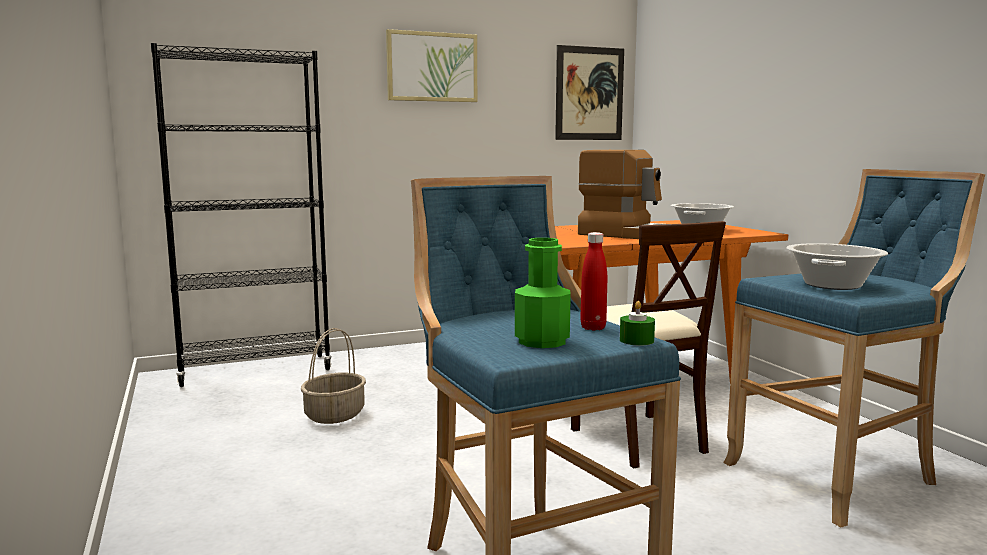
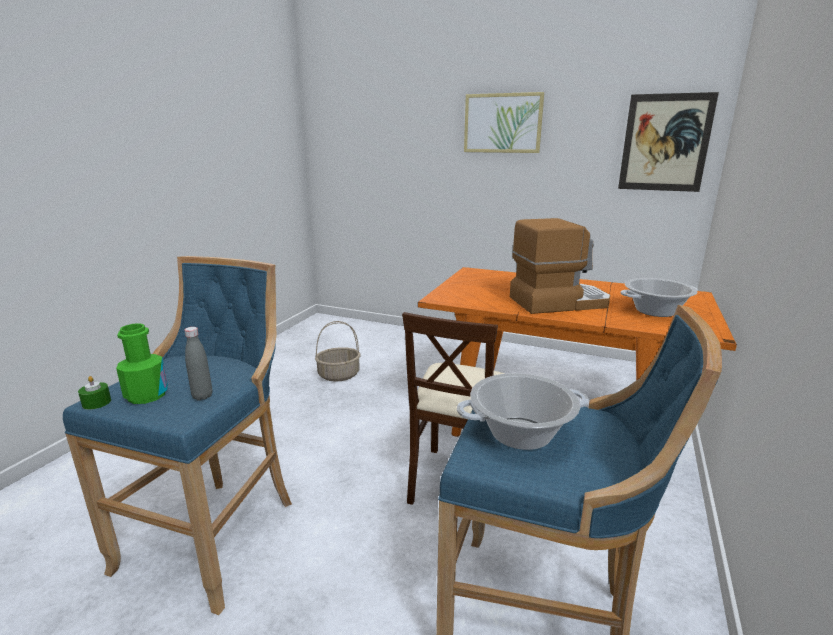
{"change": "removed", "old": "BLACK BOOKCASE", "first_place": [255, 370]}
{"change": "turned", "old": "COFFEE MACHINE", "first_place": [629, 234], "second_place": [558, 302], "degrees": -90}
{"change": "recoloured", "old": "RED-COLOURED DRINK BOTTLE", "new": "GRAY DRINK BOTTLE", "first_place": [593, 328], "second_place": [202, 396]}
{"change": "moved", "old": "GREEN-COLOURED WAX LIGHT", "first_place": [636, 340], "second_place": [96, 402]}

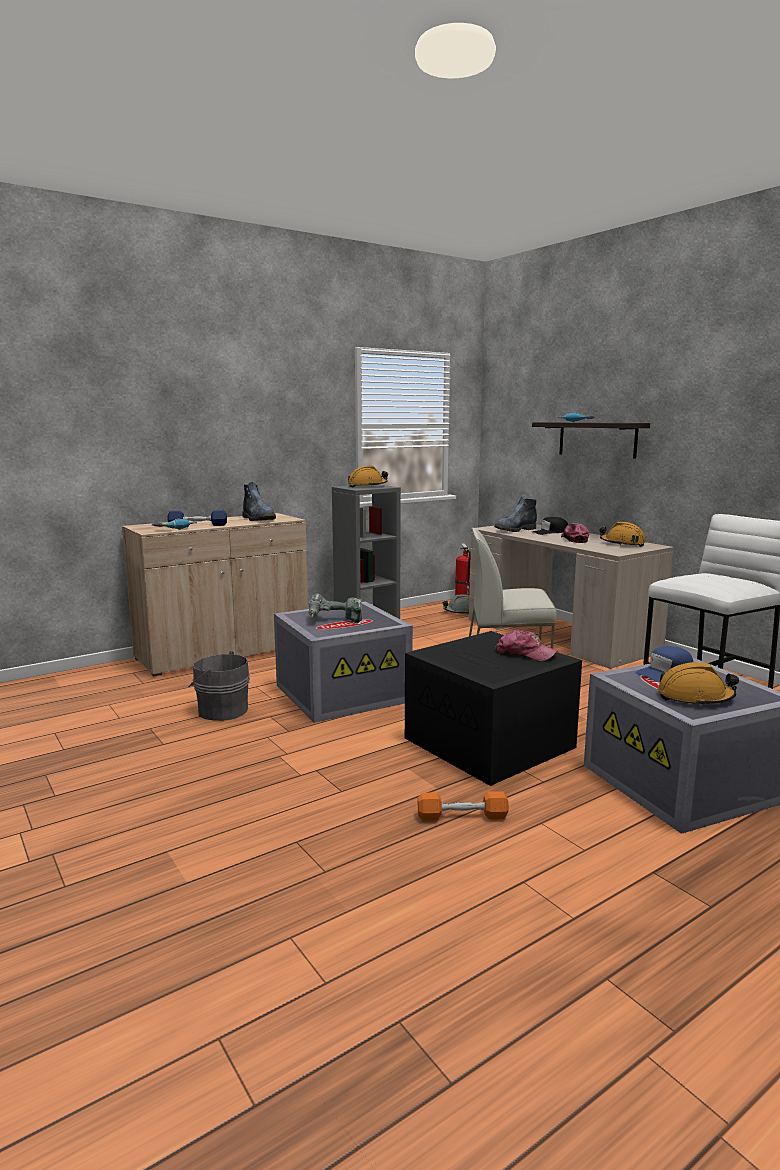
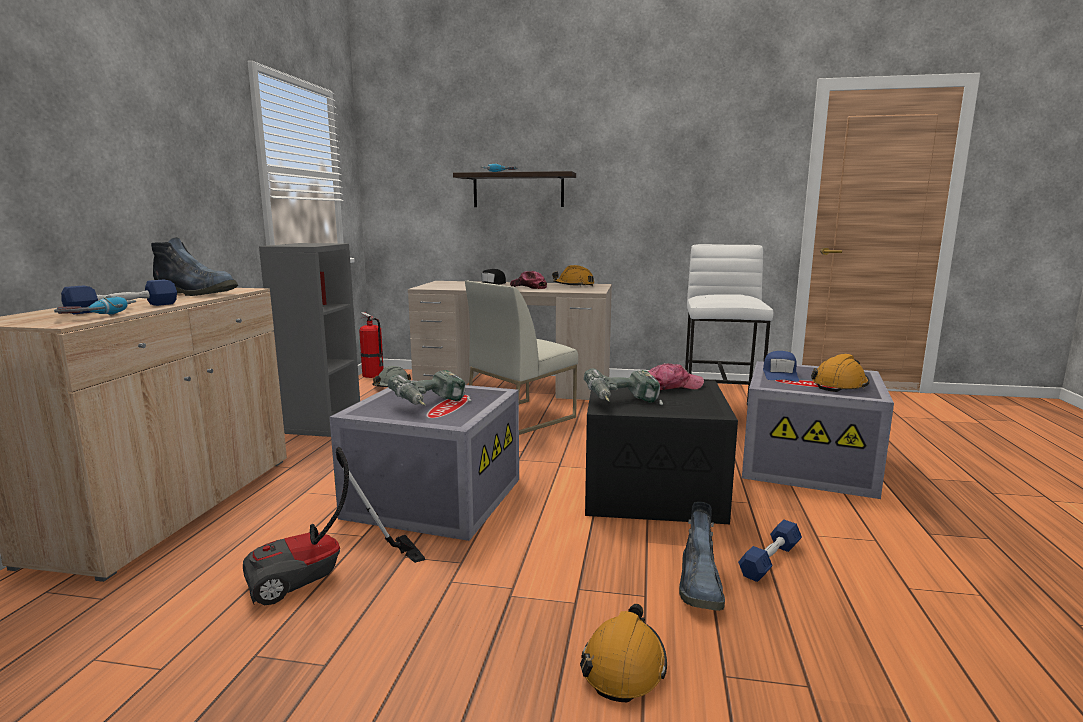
{"change": "replaced", "old": "GRAY PAIL", "new": "VACUUM", "first_place": [221, 710], "second_place": [322, 579]}
{"change": "moved", "old": "ORANGE WORK HELMET", "first_place": [367, 486], "second_place": [624, 665]}
{"change": "recoloured", "old": "ORANGE HAND WEIGHT", "new": "BLUE HAND WEIGHT", "first_place": [462, 816], "second_place": [770, 560]}
{"change": "moved", "old": "BOOT", "first_place": [514, 530], "second_place": [701, 586]}
{"change": "added", "new": "ELECTRIC DRILL", "second_place": [623, 403]}

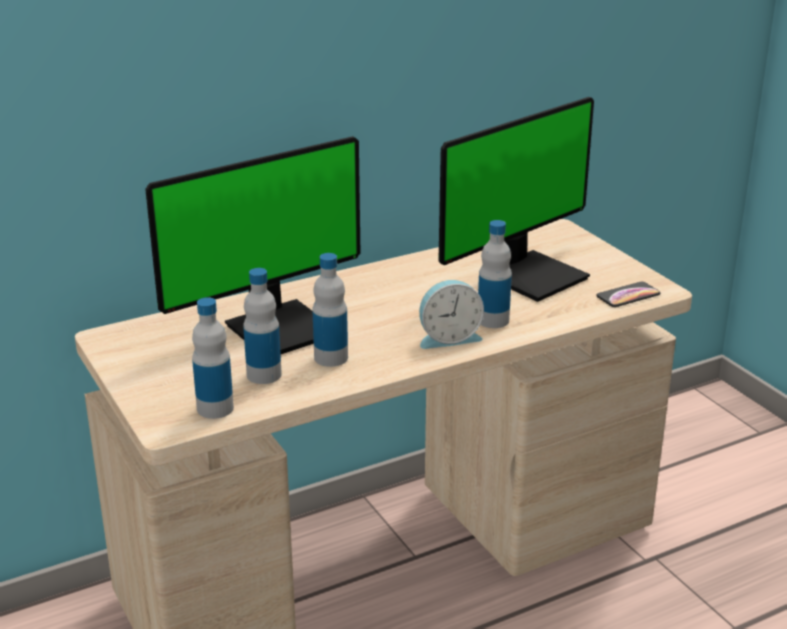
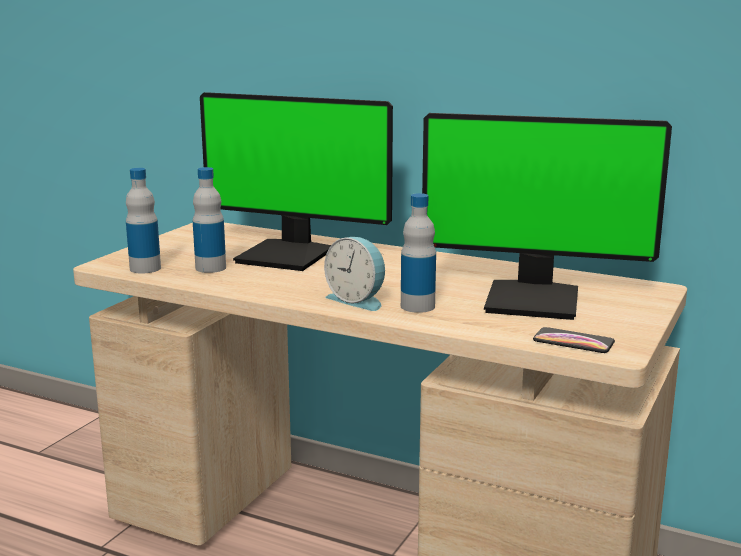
{"change": "removed", "old": "DRINK BOTTLE", "first_place": [331, 358]}

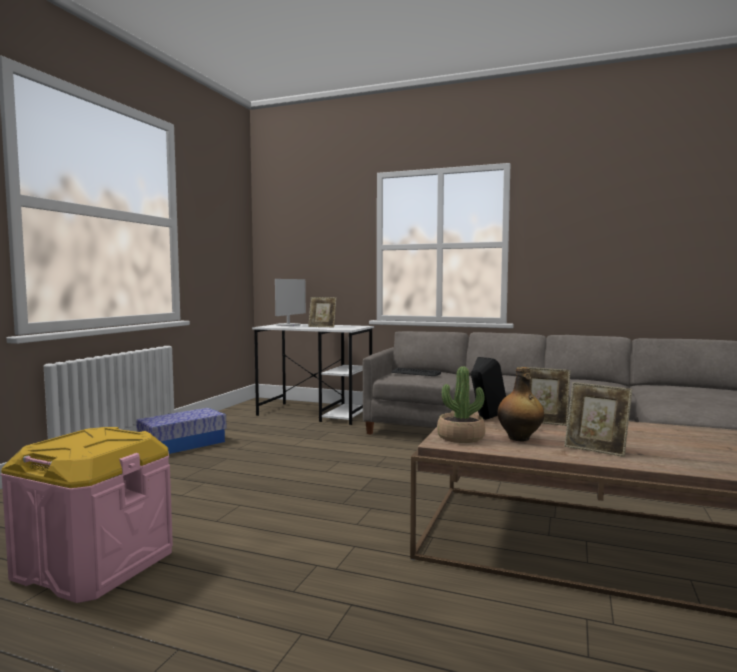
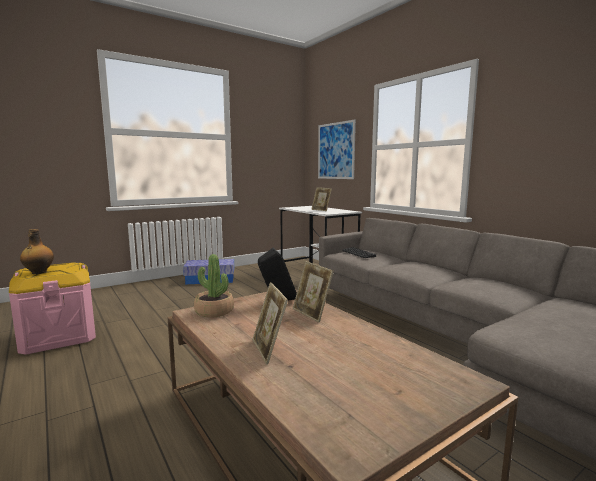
{"change": "removed", "old": "COMPUTER DISPLAY", "first_place": [288, 325]}
{"change": "moved", "old": "DRINK BOTTLE", "first_place": [519, 438], "second_place": [38, 272]}
{"change": "added", "new": "PICTURE", "second_place": [336, 151]}

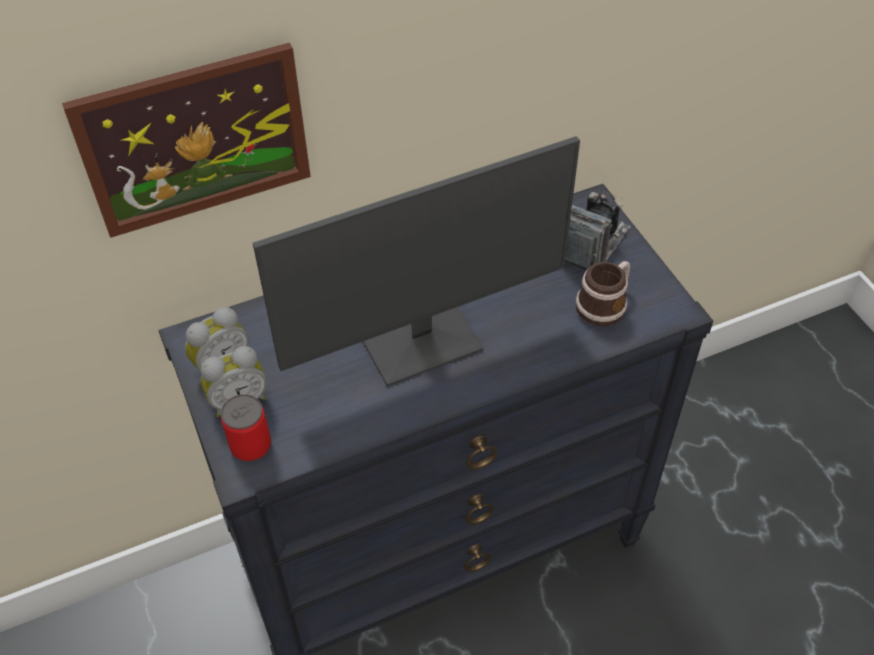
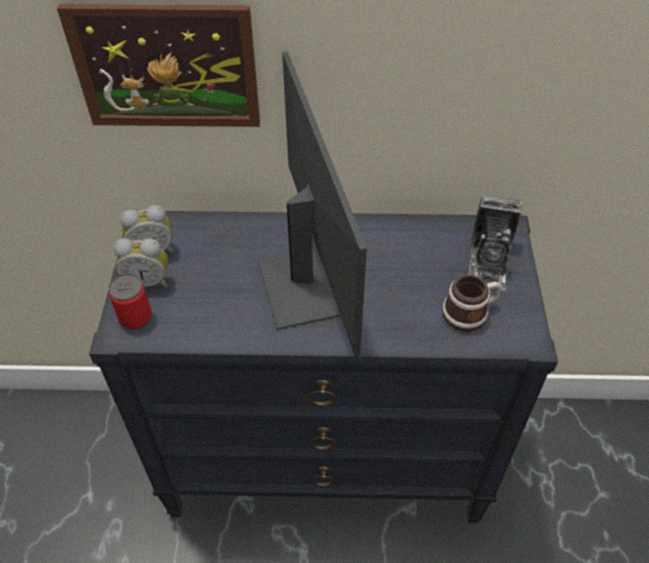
{"change": "turned", "old": "COMPUTER DISPLAY", "first_place": [420, 340], "second_place": [305, 286], "degrees": -105}
{"change": "turned", "old": "PHOTO CAMERA", "first_place": [593, 244], "second_place": [489, 261], "degrees": 135}

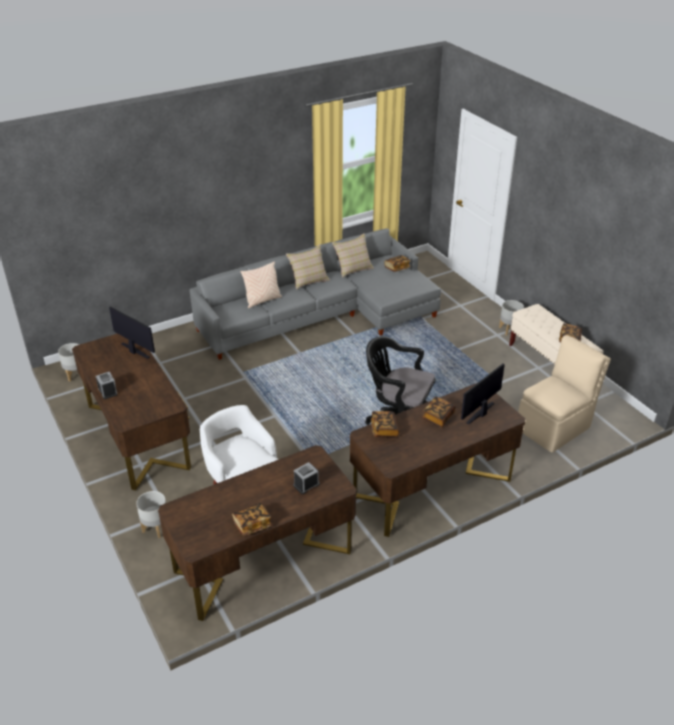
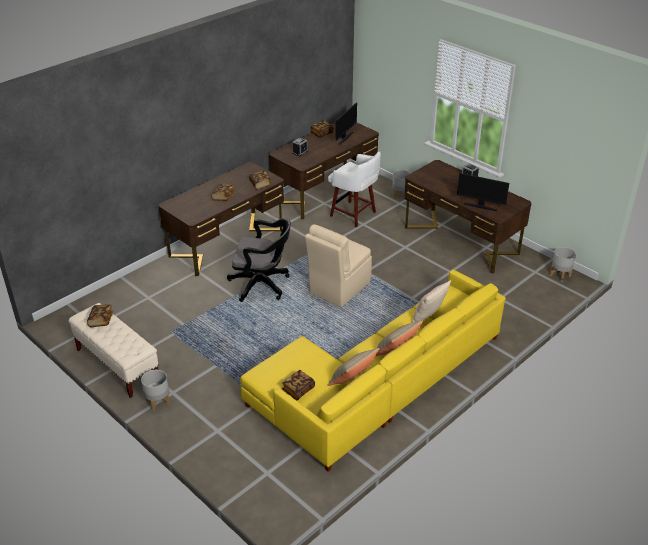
{"change": "recoloured", "old": "GRAY COUCH", "new": "YELLOWISH COUCH", "first_place": [323, 314], "second_place": [376, 385]}
{"change": "moved", "old": "COMPUTER DISPLAY", "first_place": [481, 414], "second_place": [345, 138]}
{"change": "moved", "old": "BEIGE PLAIN CHAIR", "first_place": [554, 427], "second_place": [338, 288]}

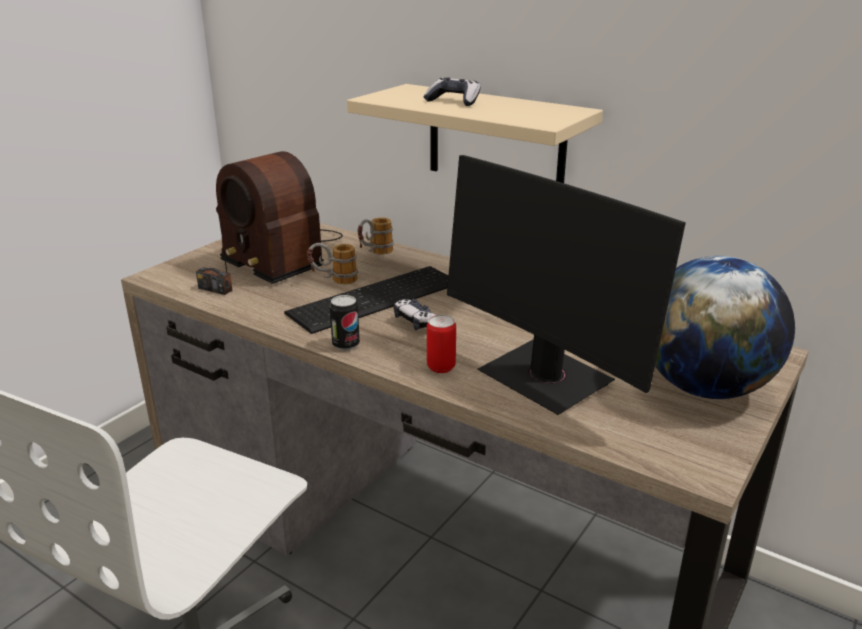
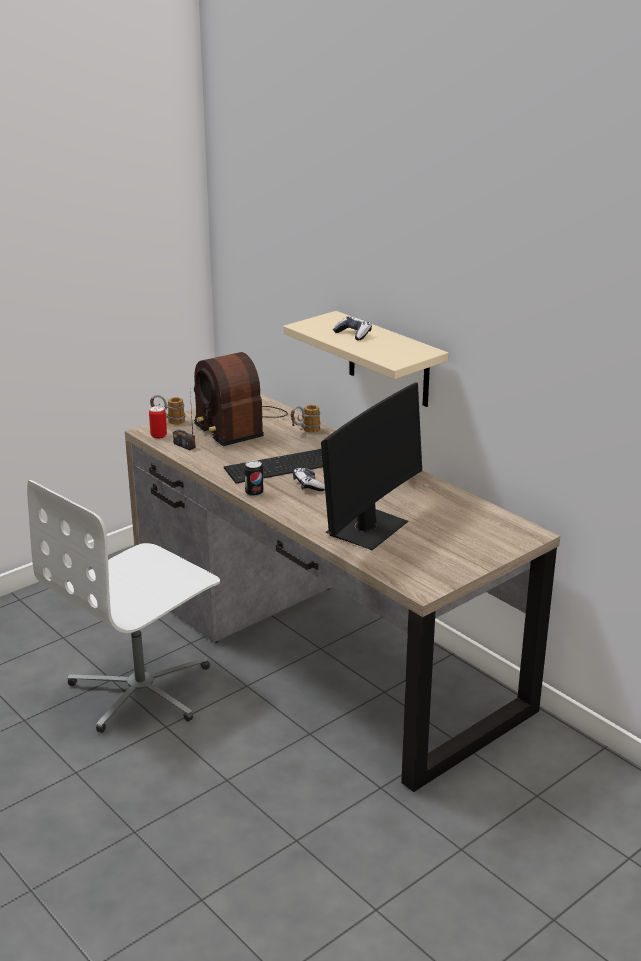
{"change": "moved", "old": "MUG", "first_place": [333, 281], "second_place": [168, 421]}
{"change": "moved", "old": "CAN", "first_place": [441, 367], "second_place": [158, 435]}
{"change": "turned", "old": "COMPUTER DISPLAY", "first_place": [545, 378], "second_place": [367, 529], "degrees": -120}
{"change": "removed", "old": "WORLD GLOBE", "first_place": [704, 388]}

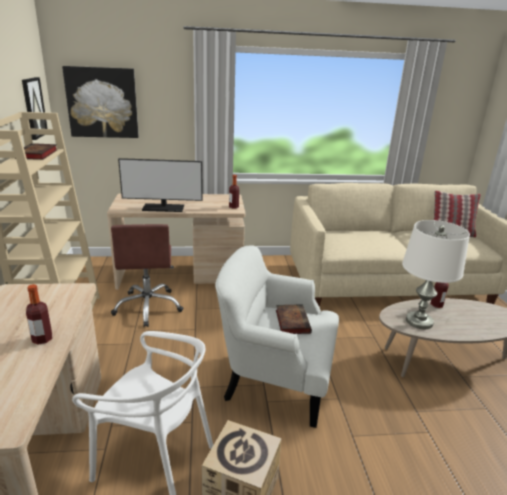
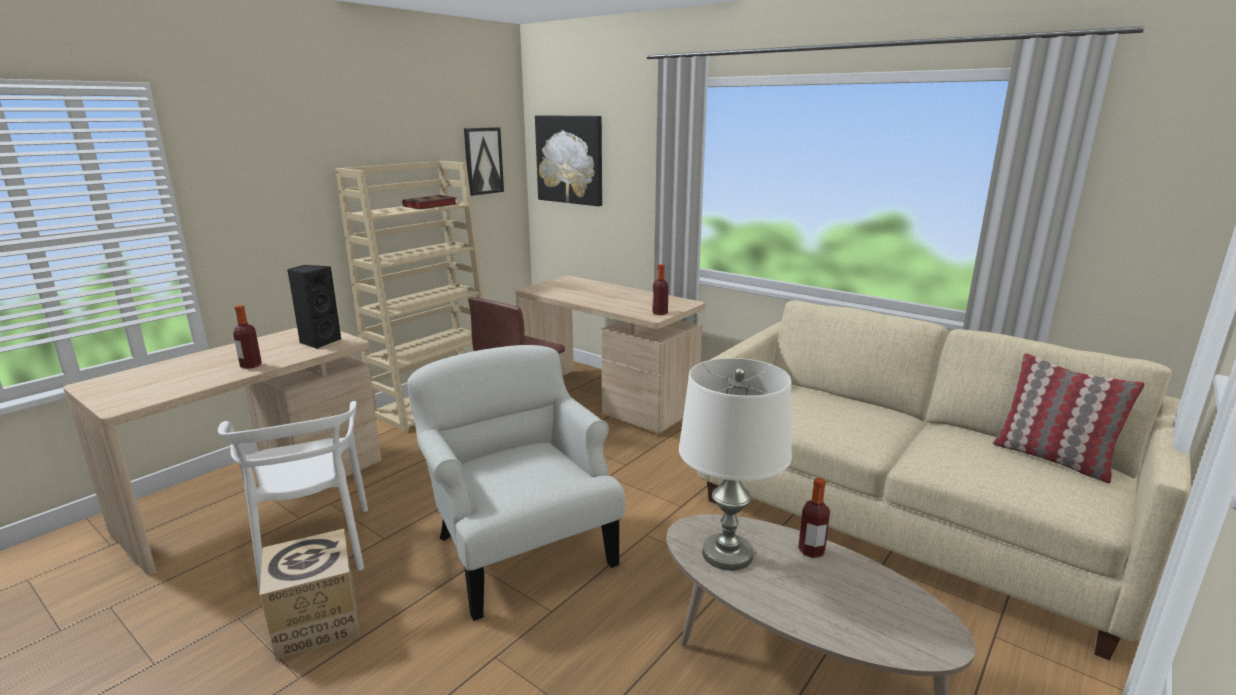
{"change": "removed", "old": "COMPUTER DISPLAY", "first_place": [163, 208]}
{"change": "removed", "old": "VOLUME", "first_place": [291, 321]}
{"change": "added", "new": "BLACK SPEAKER", "second_place": [319, 342]}

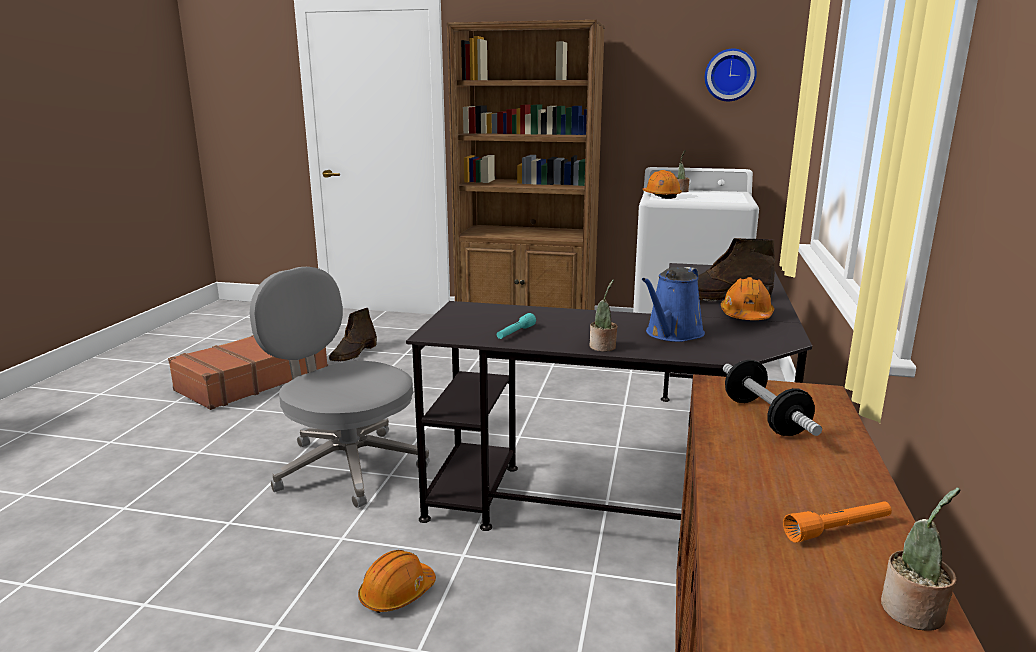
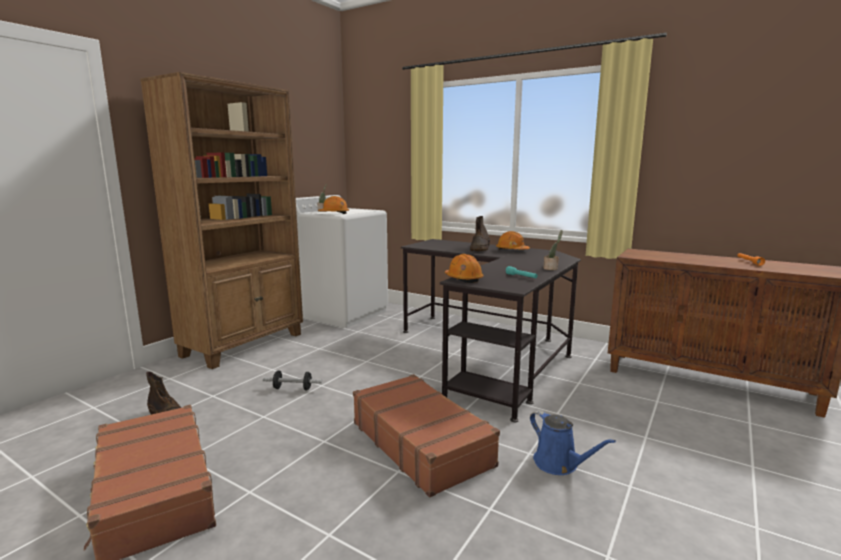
{"change": "replaced", "old": "GRAY DESK CHAIR", "new": "BROWN-COLOURED TRAVEL CASE", "first_place": [347, 465], "second_place": [421, 443]}
{"change": "moved", "old": "ORANGE WORK HELMET", "first_place": [397, 593], "second_place": [463, 279]}
{"change": "moved", "old": "BLUE WATERING POT", "first_place": [672, 334], "second_place": [559, 464]}
{"change": "removed", "old": "WALL CLOCK", "first_place": [730, 75]}
{"change": "moved", "old": "HAND WEIGHT", "first_place": [764, 417], "second_place": [293, 388]}
{"change": "removed", "old": "POTTED PLANT", "first_place": [913, 613]}

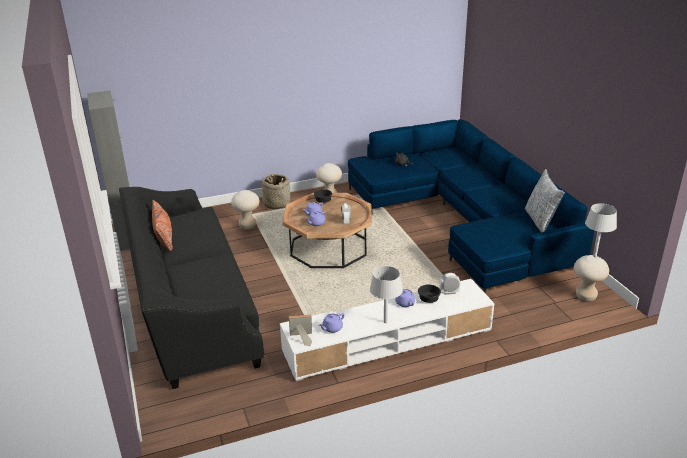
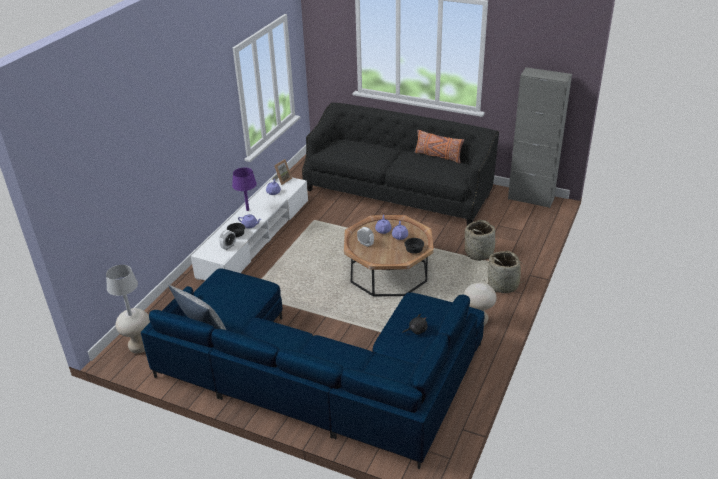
{"change": "replaced", "old": "BEIGE STOOL", "new": "STORAGE BASKET", "first_place": [247, 226], "second_place": [479, 253]}
{"change": "recoloured", "old": "GRAY TABLETOP LAMP", "new": "PURPLE TABLETOP LAMP", "first_place": [385, 322], "second_place": [247, 210]}

